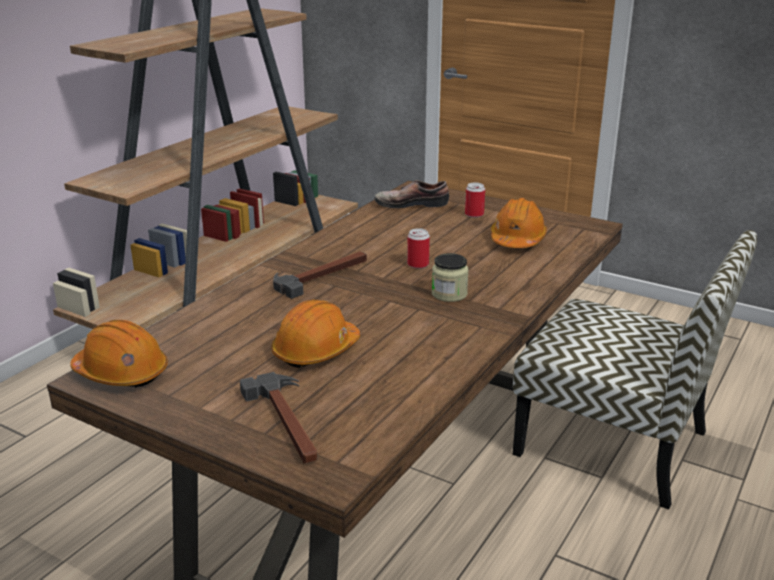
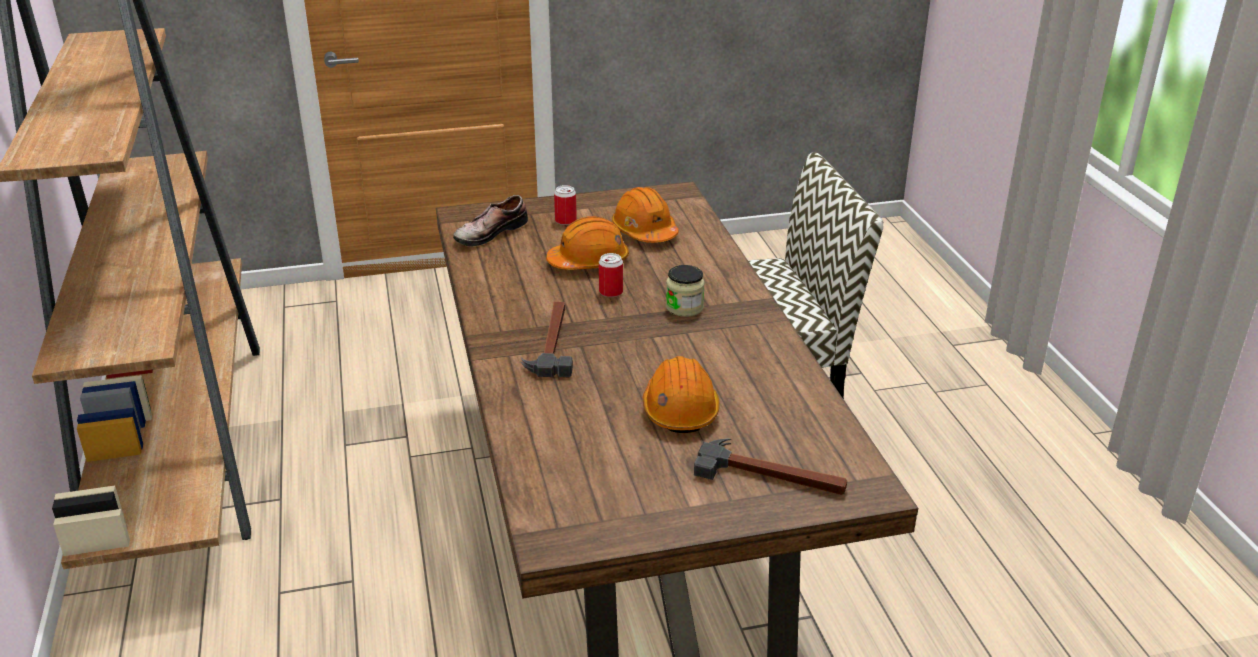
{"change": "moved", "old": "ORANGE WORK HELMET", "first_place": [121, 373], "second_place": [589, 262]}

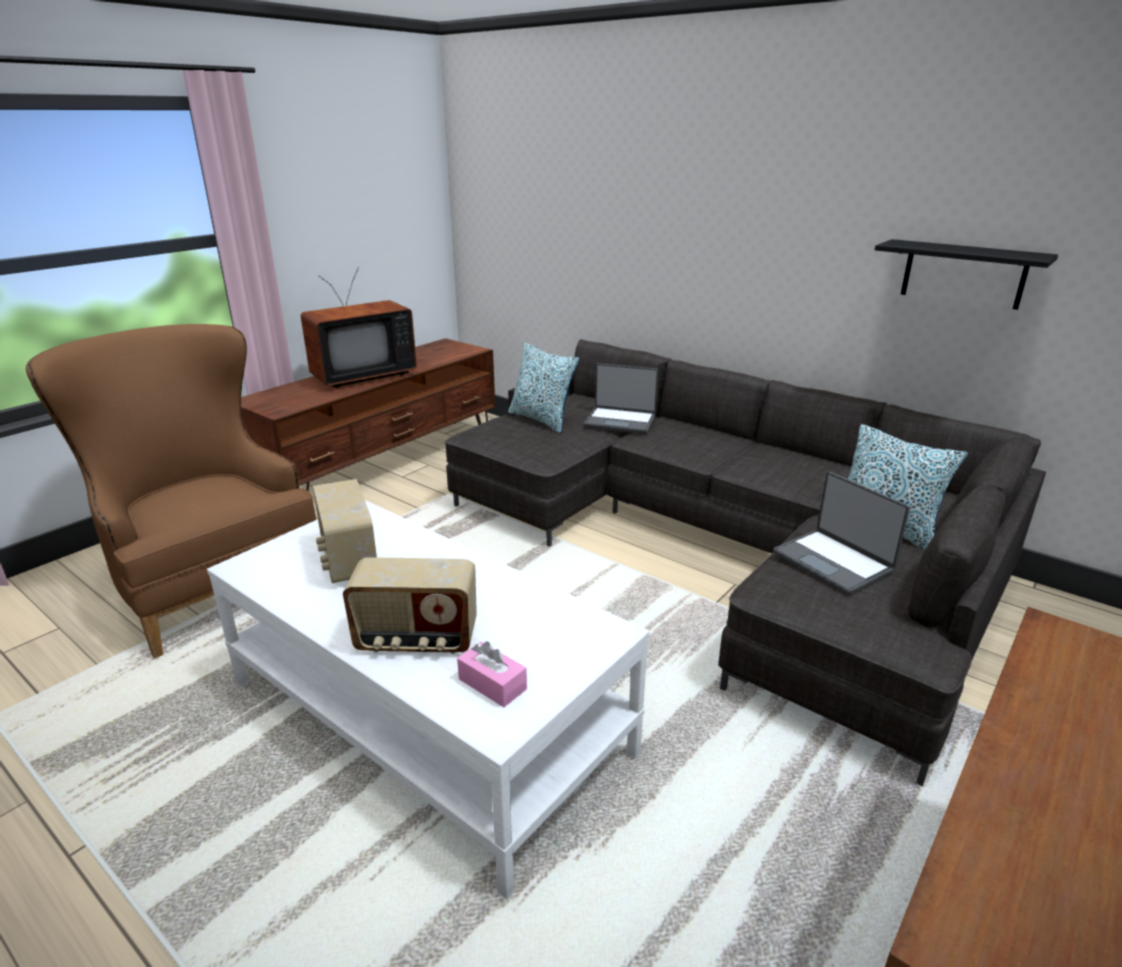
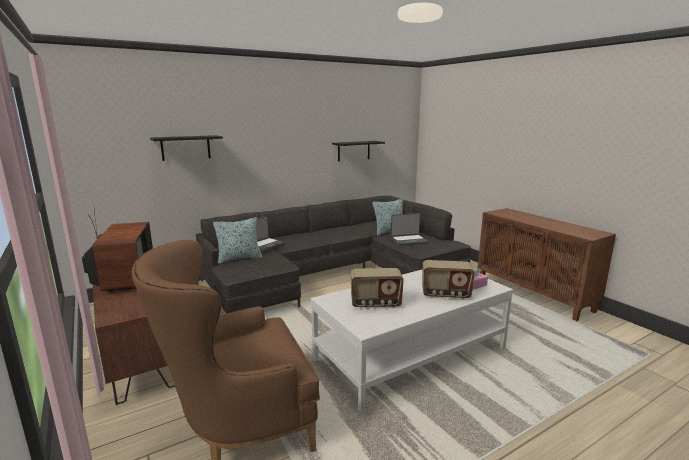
{"change": "turned", "old": "RADIO RECEIVER", "first_place": [416, 640], "second_place": [445, 295], "degrees": 75}
{"change": "added", "new": "BLACK WALL SHELF", "second_place": [185, 147]}

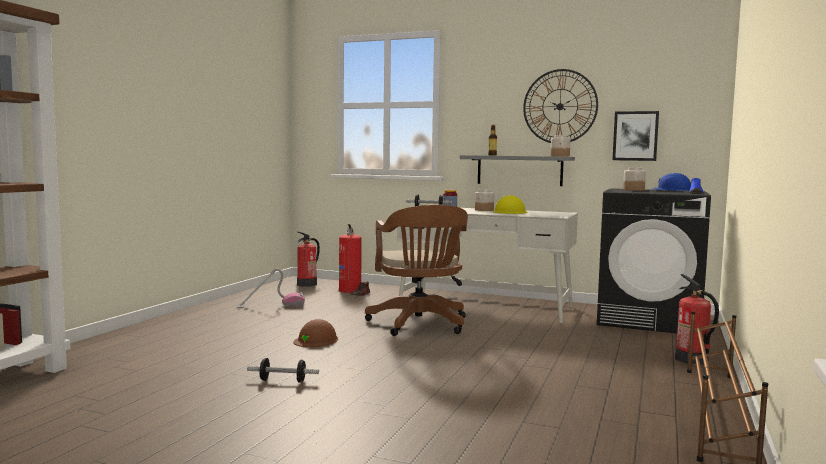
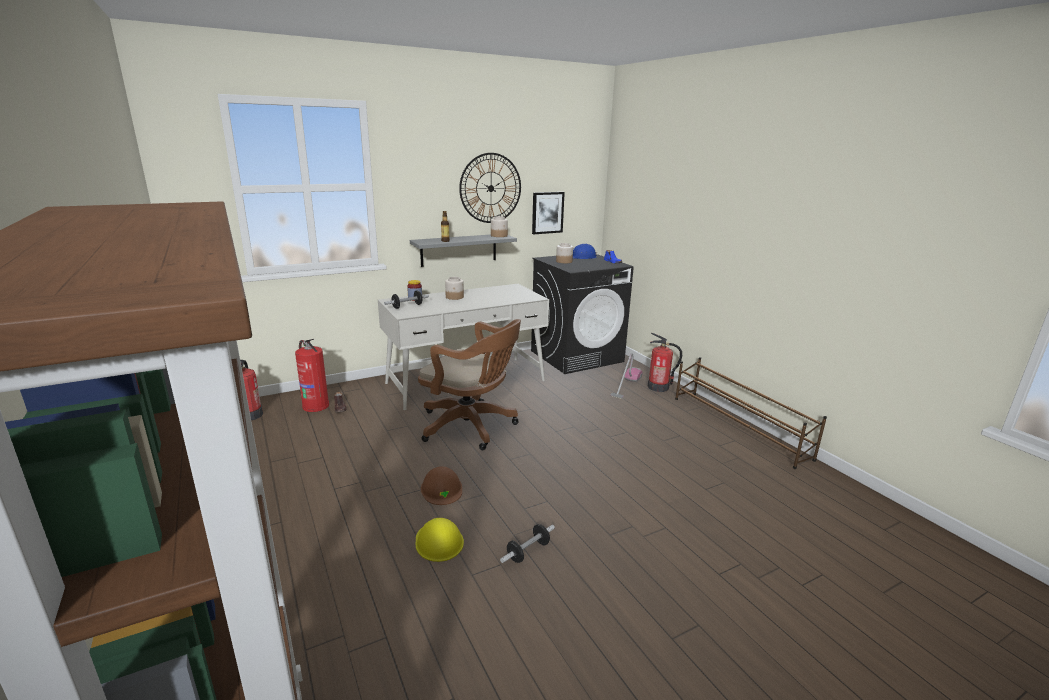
{"change": "moved", "old": "VACUUM", "first_place": [271, 305], "second_place": [626, 386]}
{"change": "moved", "old": "YELLOWISH WORK HELMET", "first_place": [510, 212], "second_place": [439, 541]}

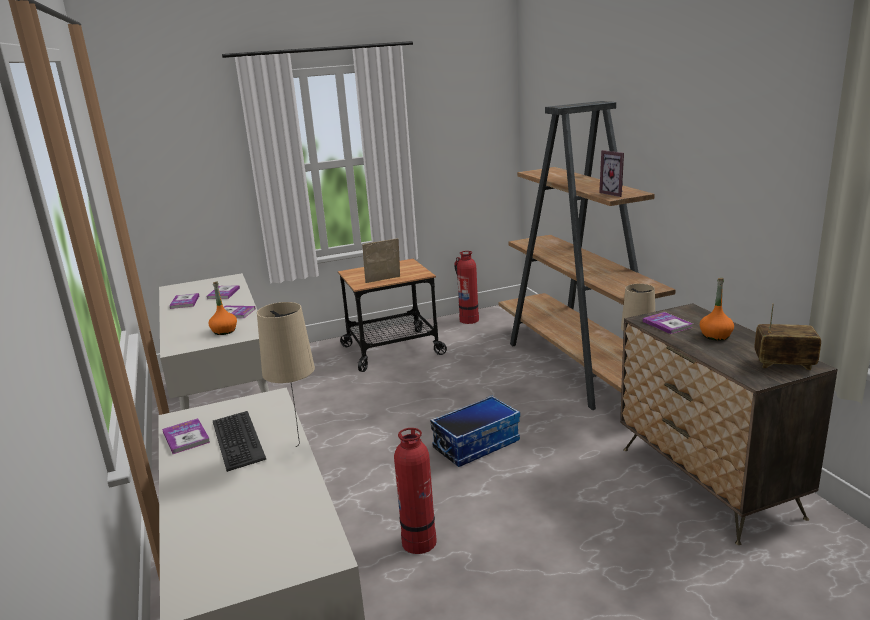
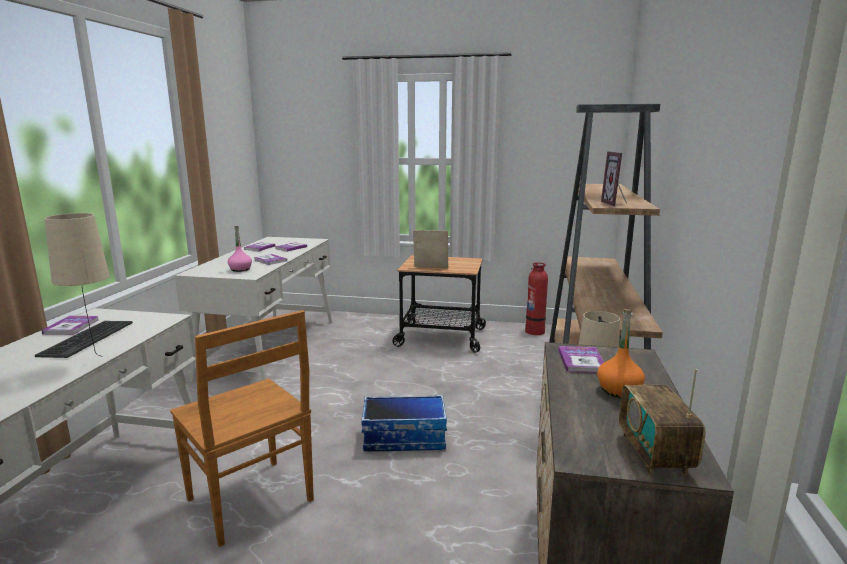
{"change": "recoloured", "old": "ORANGE DRINK BOTTLE", "new": "PINKISH DRINK BOTTLE", "first_place": [224, 331], "second_place": [240, 269]}
{"change": "replaced", "old": "EXTINGUISHER", "new": "BROWN-COLOURED PLAIN CHAIR", "first_place": [419, 541], "second_place": [251, 502]}
{"change": "turned", "old": "RADIO RECEIVER", "first_place": [784, 364], "second_place": [654, 454], "degrees": -135}

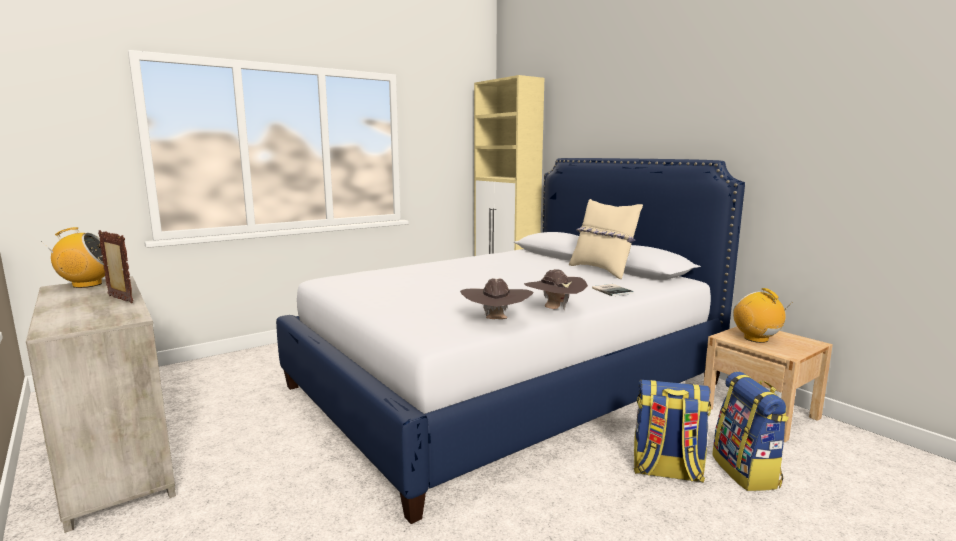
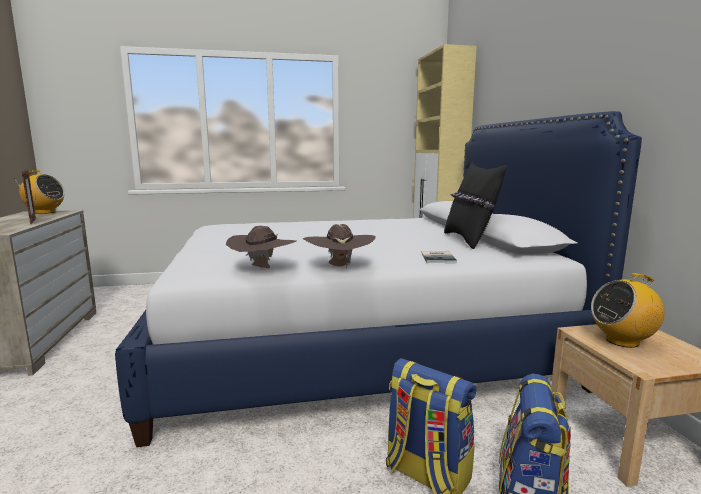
{"change": "recoloured", "old": "BEIGE PILLOW", "new": "BLACK PILLOW", "first_place": [602, 270], "second_place": [469, 240]}
{"change": "turned", "old": "RADIO RECEIVER", "first_place": [756, 339], "second_place": [622, 341], "degrees": -105}

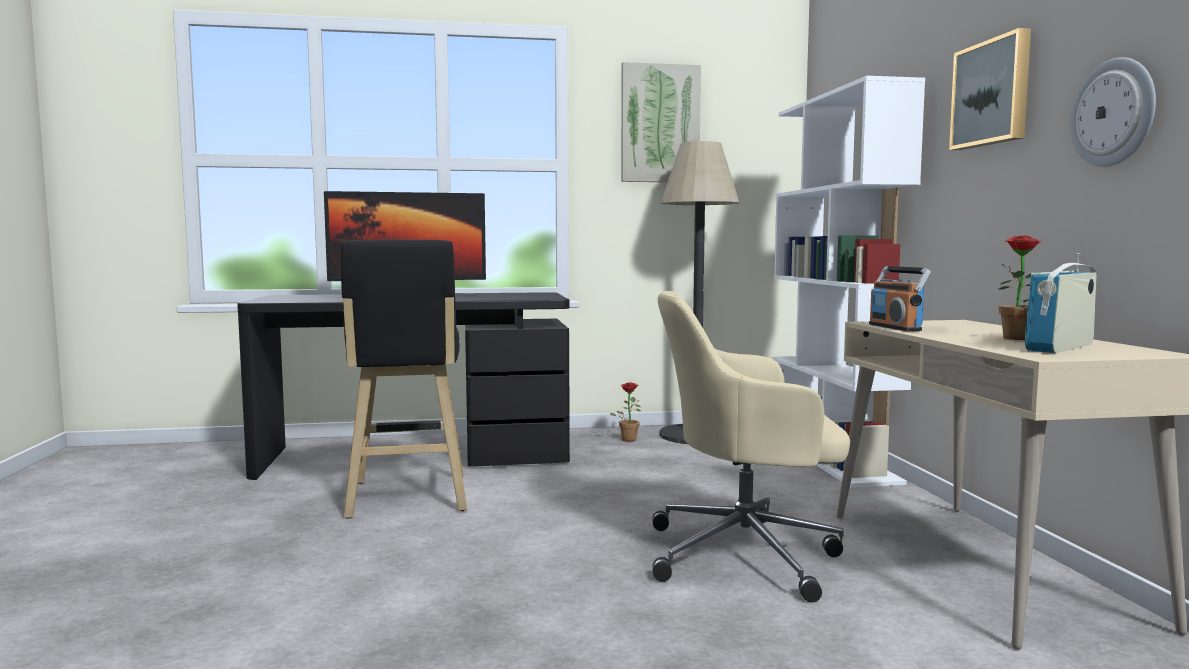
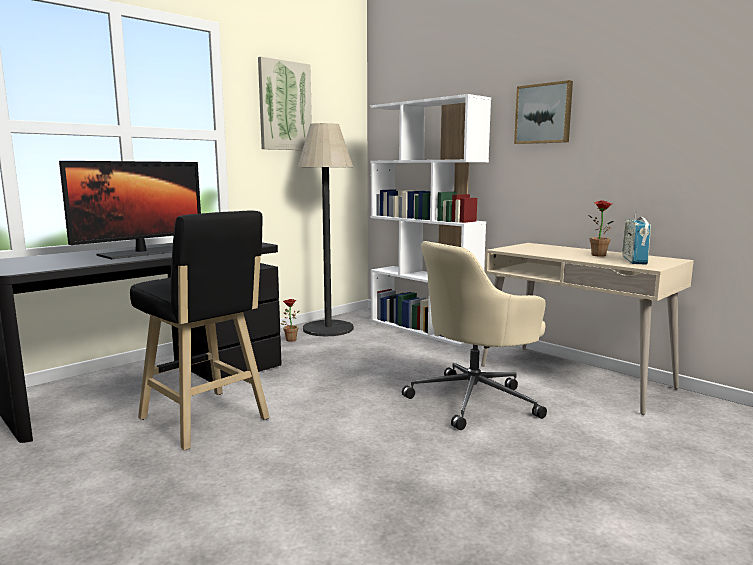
{"change": "removed", "old": "RADIO RECEIVER", "first_place": [895, 327]}
{"change": "removed", "old": "WALL CLOCK", "first_place": [1114, 113]}

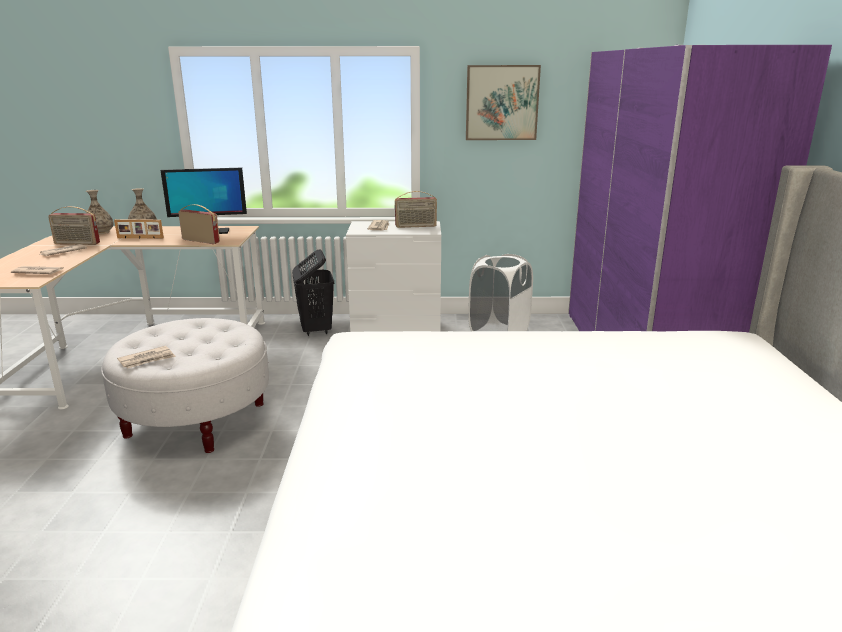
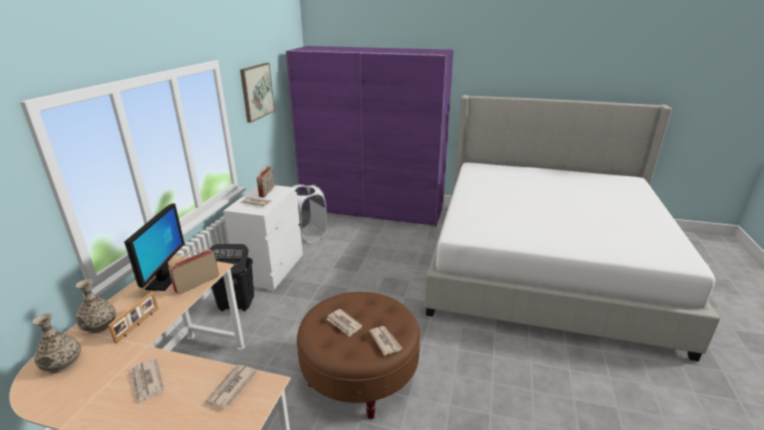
{"change": "removed", "old": "RADIO RECEIVER", "first_place": [76, 243]}
{"change": "recoloured", "old": "WHITE-COLOURED FOOTREST", "new": "BROWN-COLOURED FOOTREST", "first_place": [196, 419], "second_place": [360, 375]}
{"change": "added", "new": "NEWSPAPER", "second_place": [344, 324]}

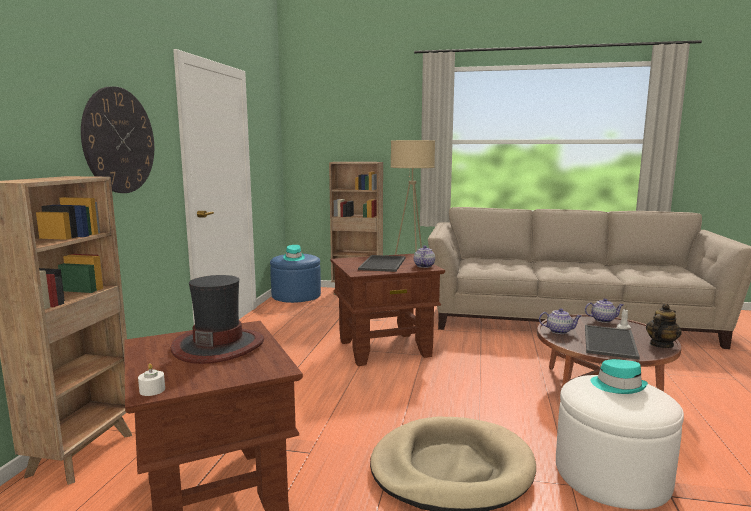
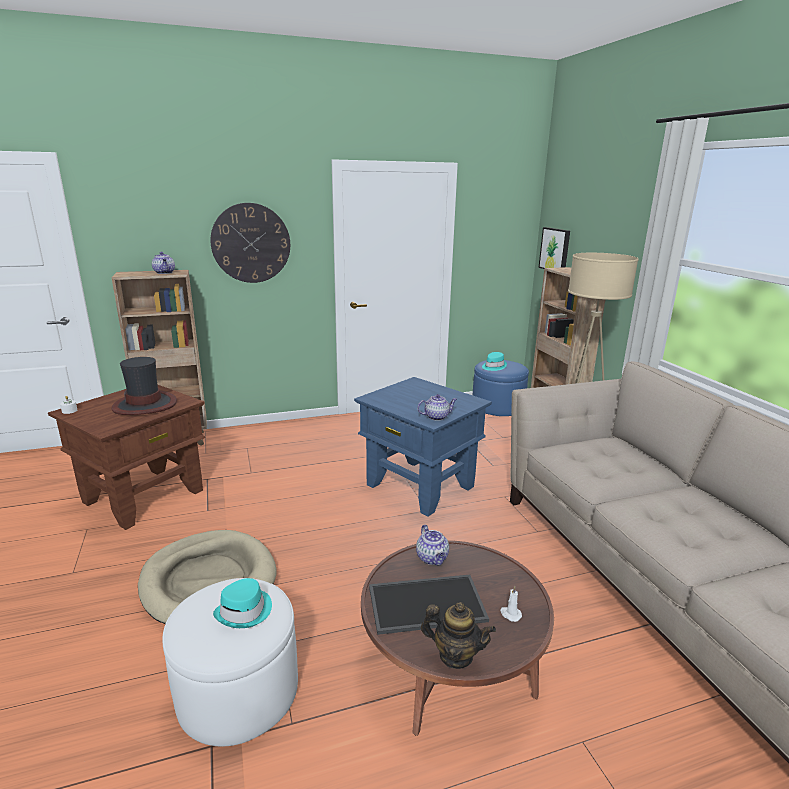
{"change": "recoloured", "old": "BROWN-COLOURED END TABLE", "new": "BLUE END TABLE", "first_place": [385, 348], "second_place": [420, 486]}
{"change": "removed", "old": "CARRYING TRAY", "first_place": [382, 263]}
{"change": "moved", "old": "TEA POT", "first_place": [603, 320], "second_place": [164, 273]}
{"change": "added", "new": "PICTURE", "second_place": [555, 249]}

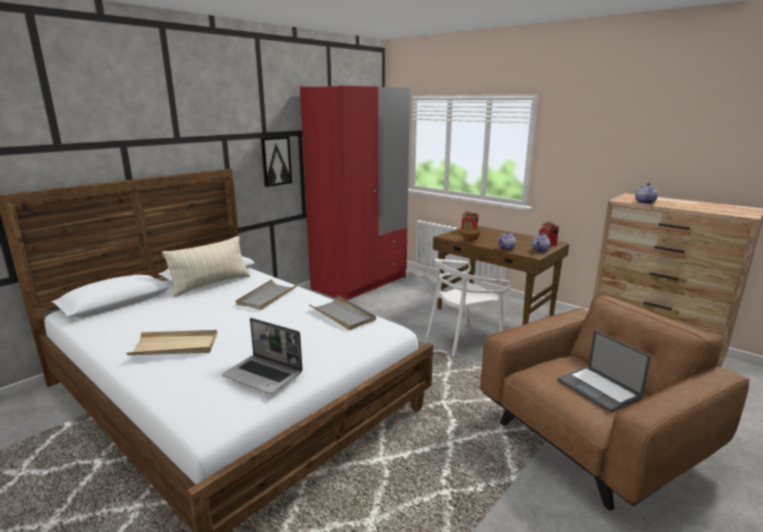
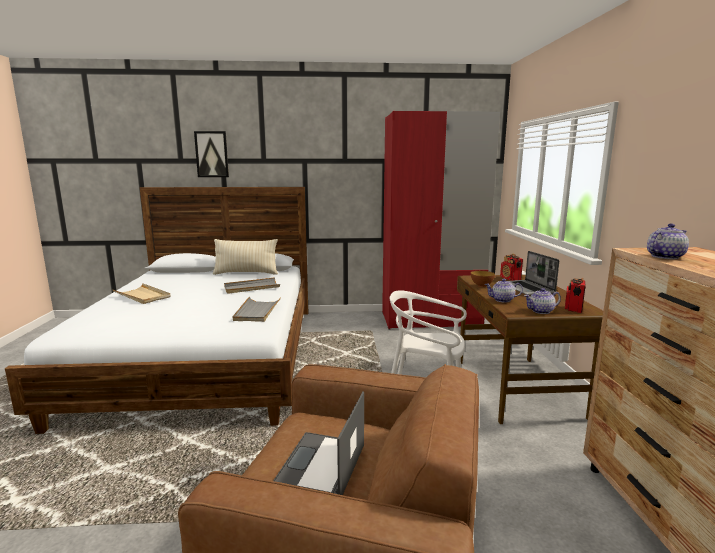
{"change": "moved", "old": "LAPTOP", "first_place": [264, 375], "second_place": [527, 289]}
{"change": "moved", "old": "PICTURE", "first_place": [276, 161], "second_place": [212, 154]}

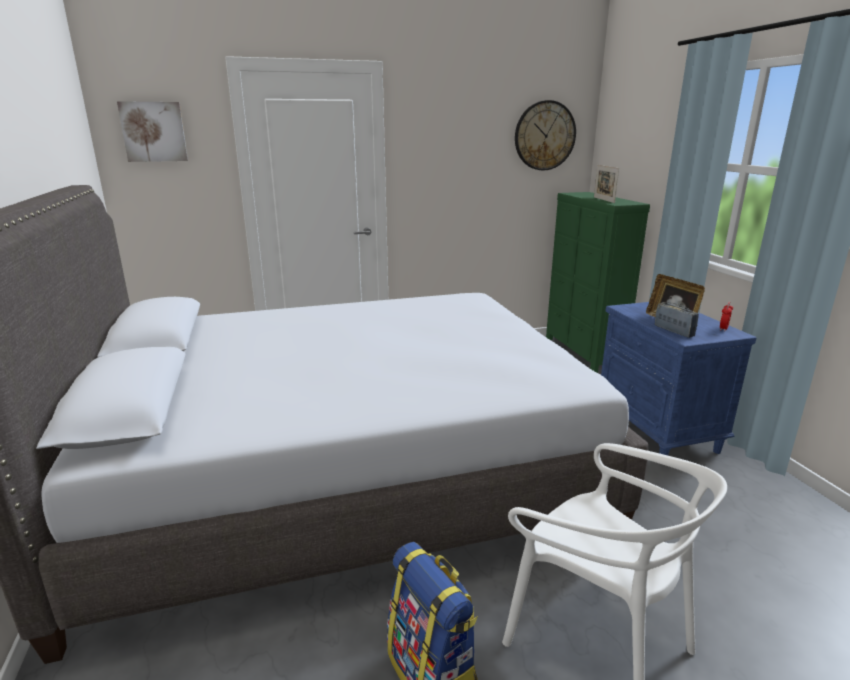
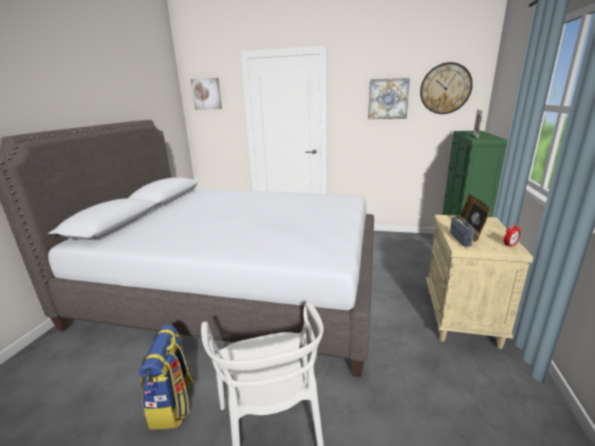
{"change": "recoloured", "old": "BLUE NIGHT TABLE", "new": "BEIGE NIGHT TABLE", "first_place": [657, 431], "second_place": [461, 317]}
{"change": "added", "new": "PICTURE", "second_place": [388, 99]}

